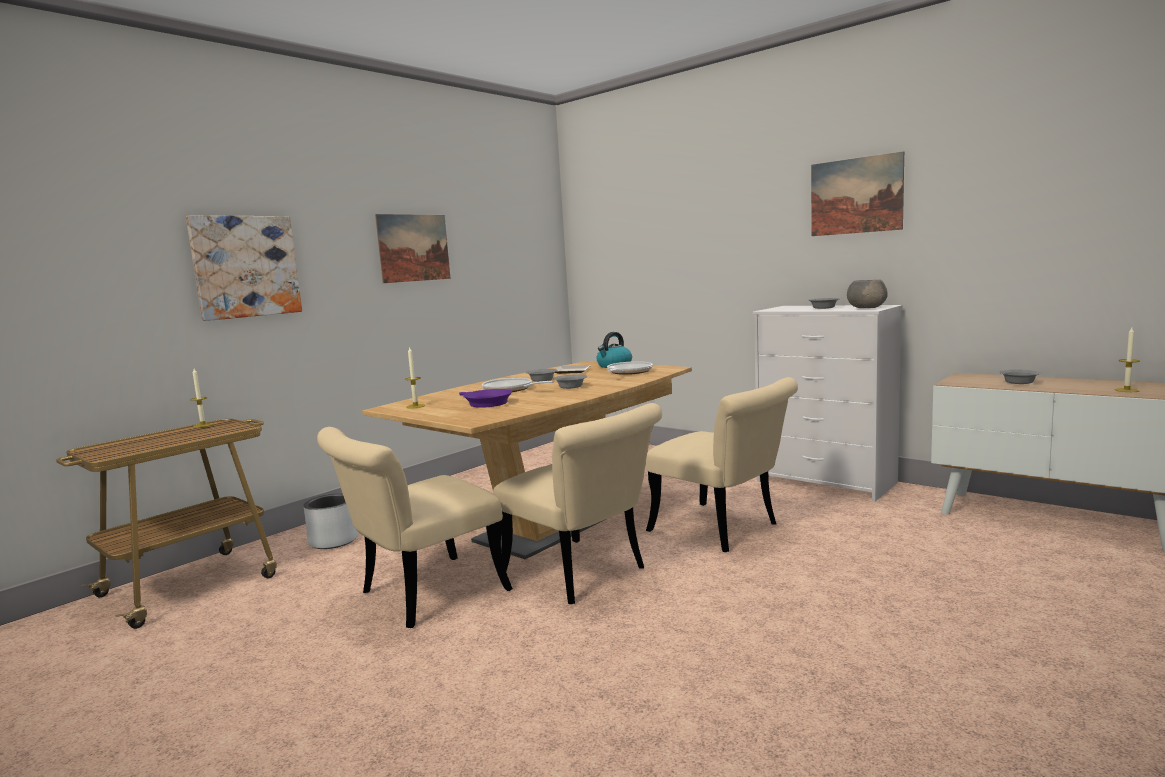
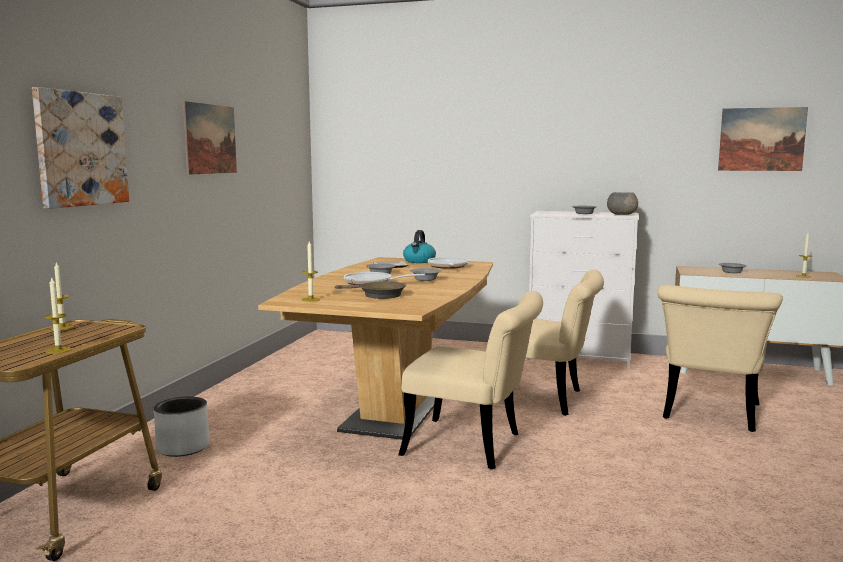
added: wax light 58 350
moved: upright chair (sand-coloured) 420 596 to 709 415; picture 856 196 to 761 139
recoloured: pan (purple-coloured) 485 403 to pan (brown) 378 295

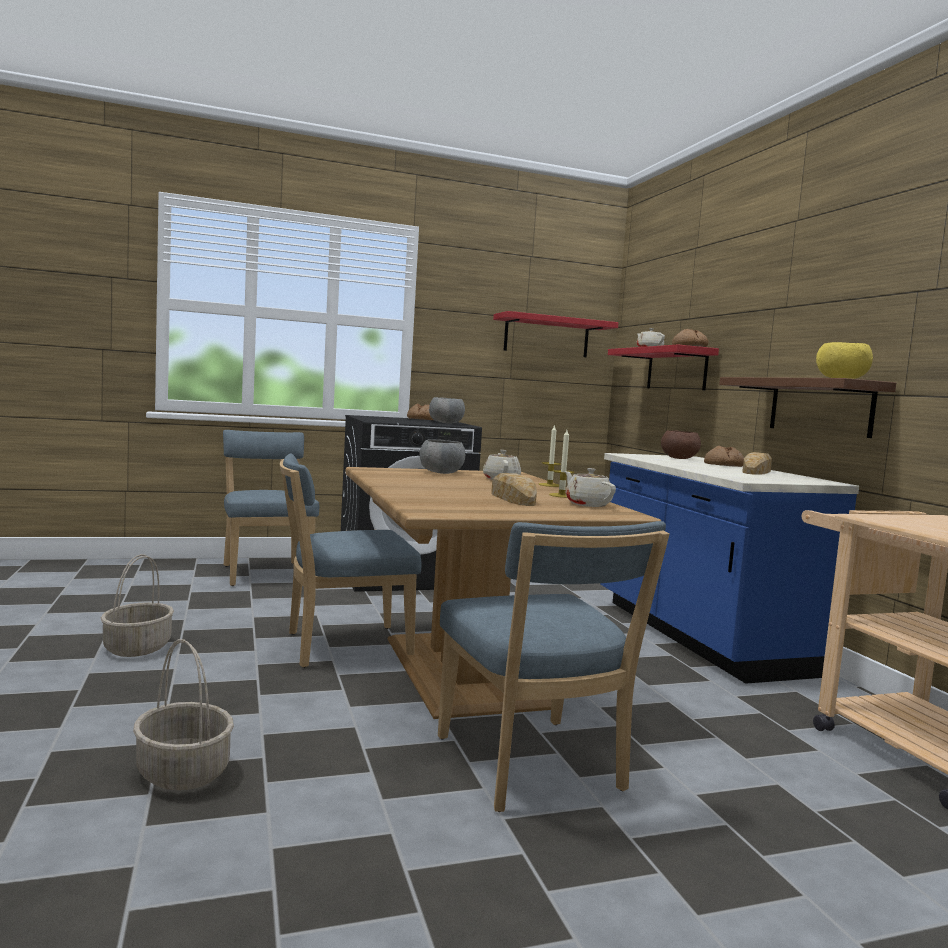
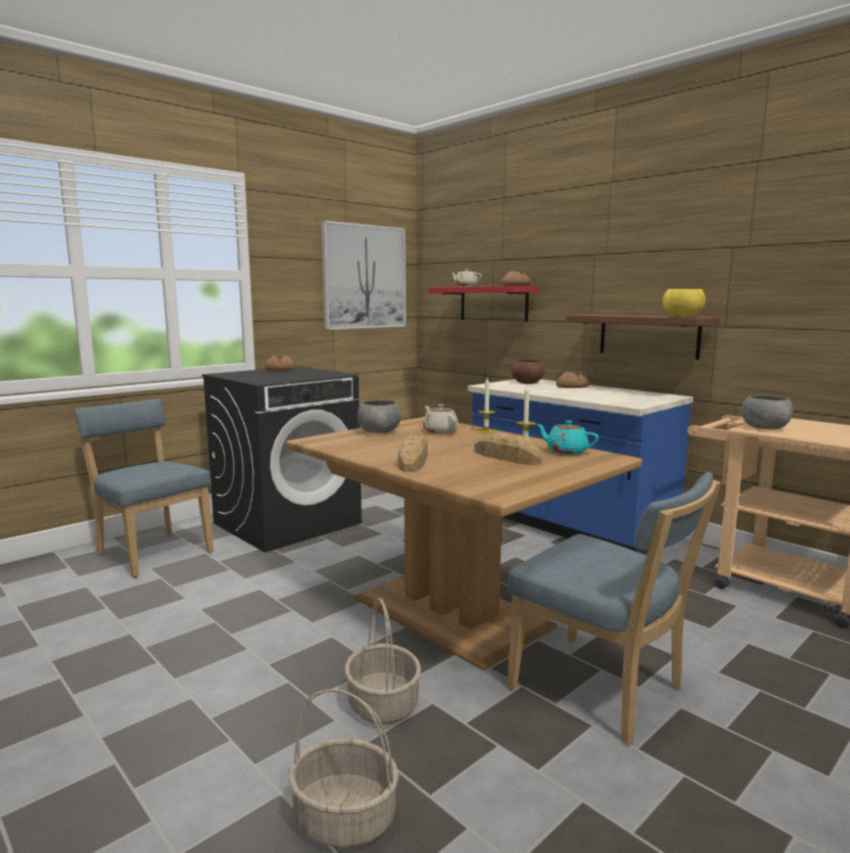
removed: upright chair (bluish) 341 647
moved: basket 137 647 to 382 704; bowl (greyish) 445 423 to 764 428; bread 756 472 to 413 461
replaced: shelf (red-coloured) 546 336 to picture 364 277
recoloured: teapot (sand-coloured) 587 504 to teapot (turquoise) 566 451

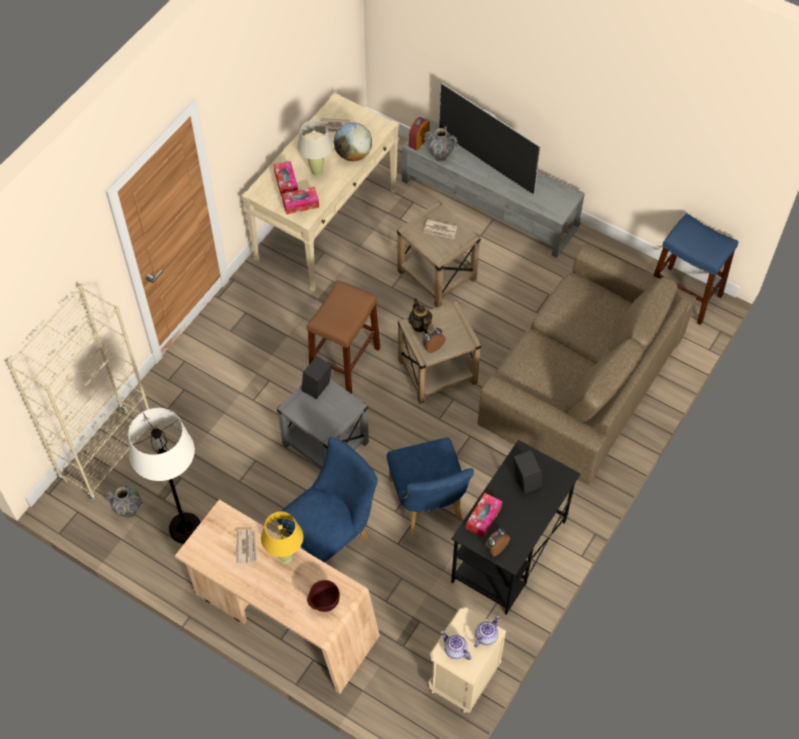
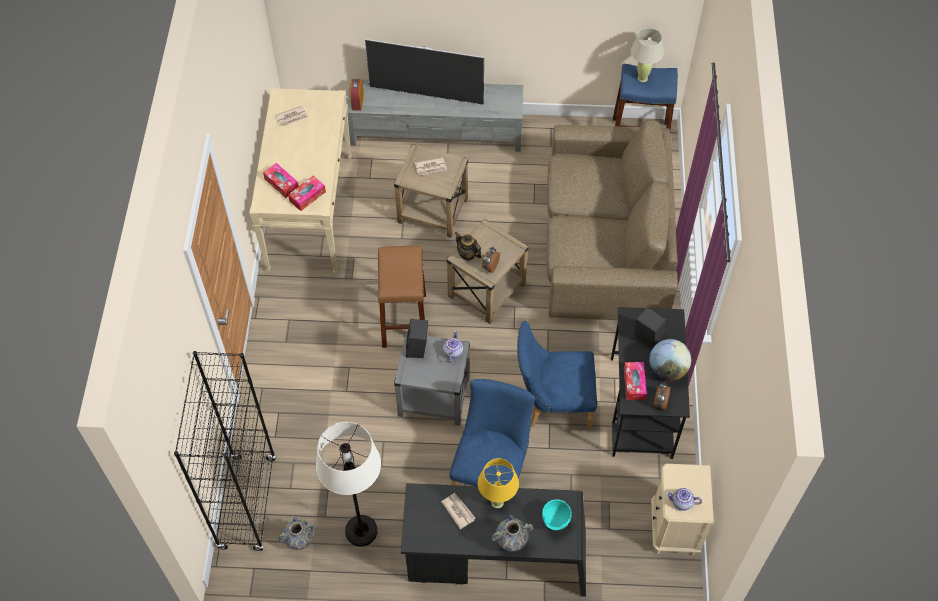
moved: lamp for a table (sand-coloured) 317 173 to 642 78; world globe 353 154 to 667 369; flower vase 440 156 to 511 543; teapot 485 636 to 452 352
recoloured: bookcase (sand-coloured) 108 454 to bookcase (blackish) 247 503; desk table (sand-coloured) 283 617 to desk table (blackish) 496 560; bowl (brown) 323 603 to bowl (turquoise) 555 522
turned: upright chair (bluish) 428 505 = 552 404 135 degrees clockwise

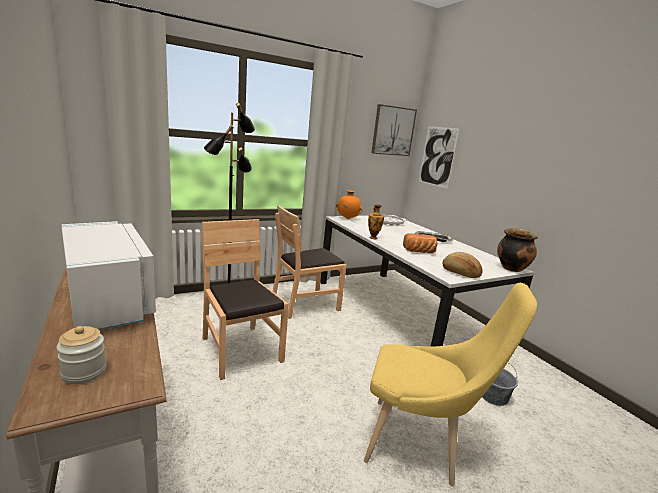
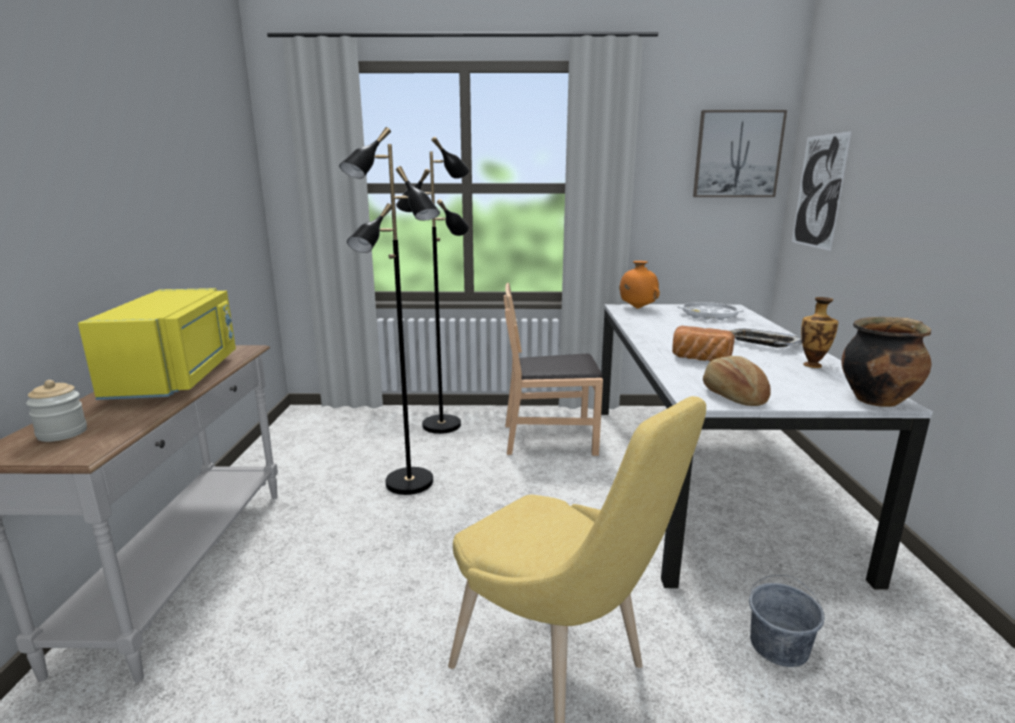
moved: flower vase 373 237 to 812 365
replaced: upright chair (brown) 240 350 to standing lamp (blackish) 409 483
recoloured: microwave oven (white) 110 300 to microwave oven (yellow-coloured) 179 376

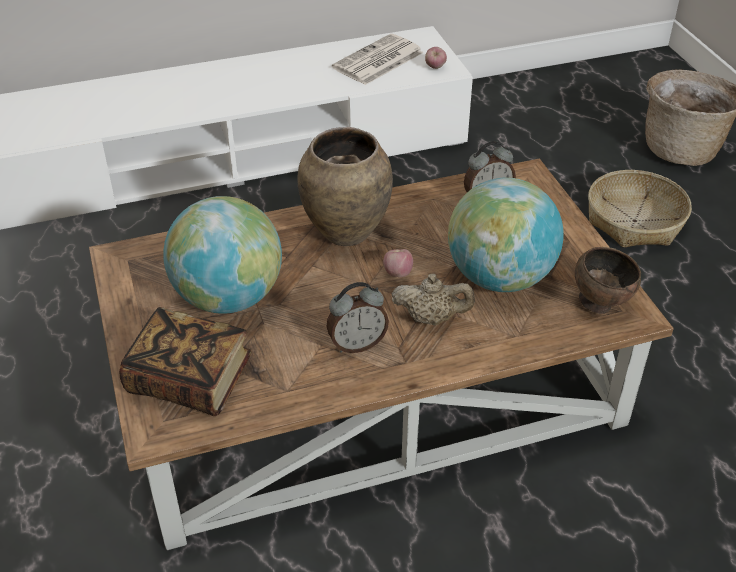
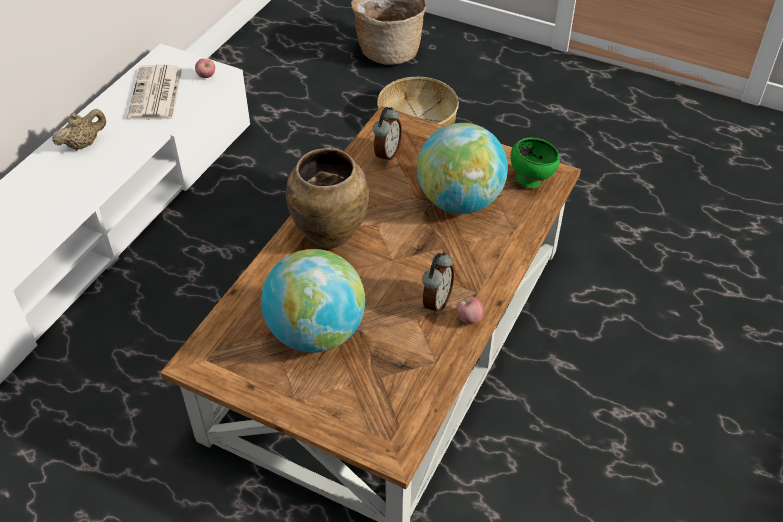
removed: bound book 190 380
moved: apple 398 273 to 469 319; teapot (sand-coloured) 431 318 to 83 144
recoloured: bowl (brown) 600 304 to bowl (greenish) 530 180

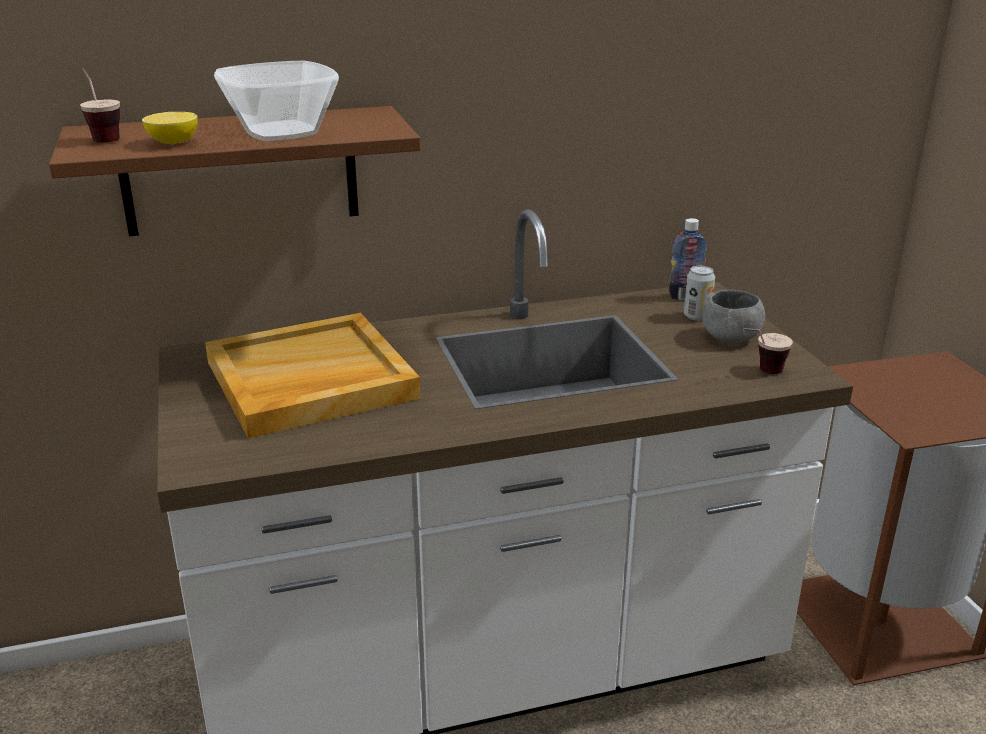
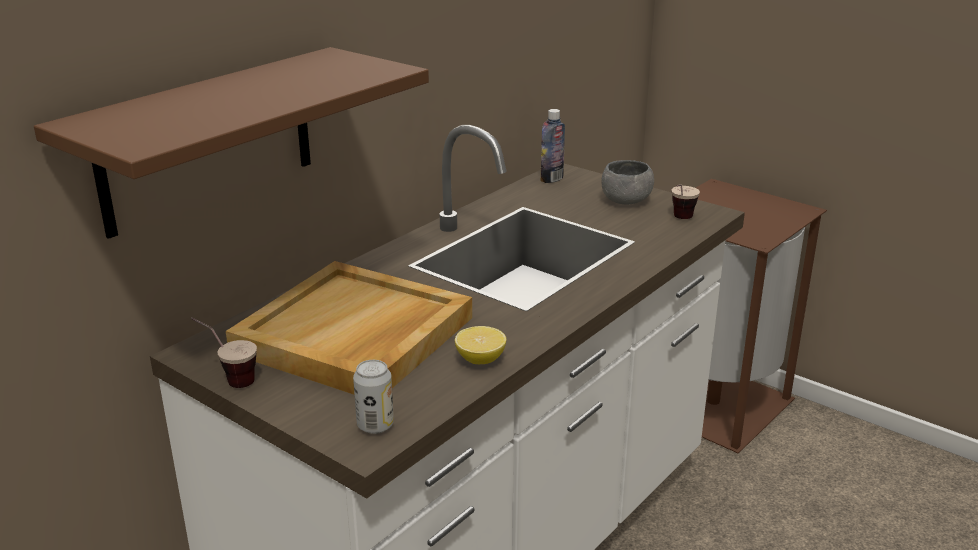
removed: bowl 279 132
moved: small cup 102 137 to 228 378; citrus fruit 173 142 to 480 360; can 697 316 to 375 425

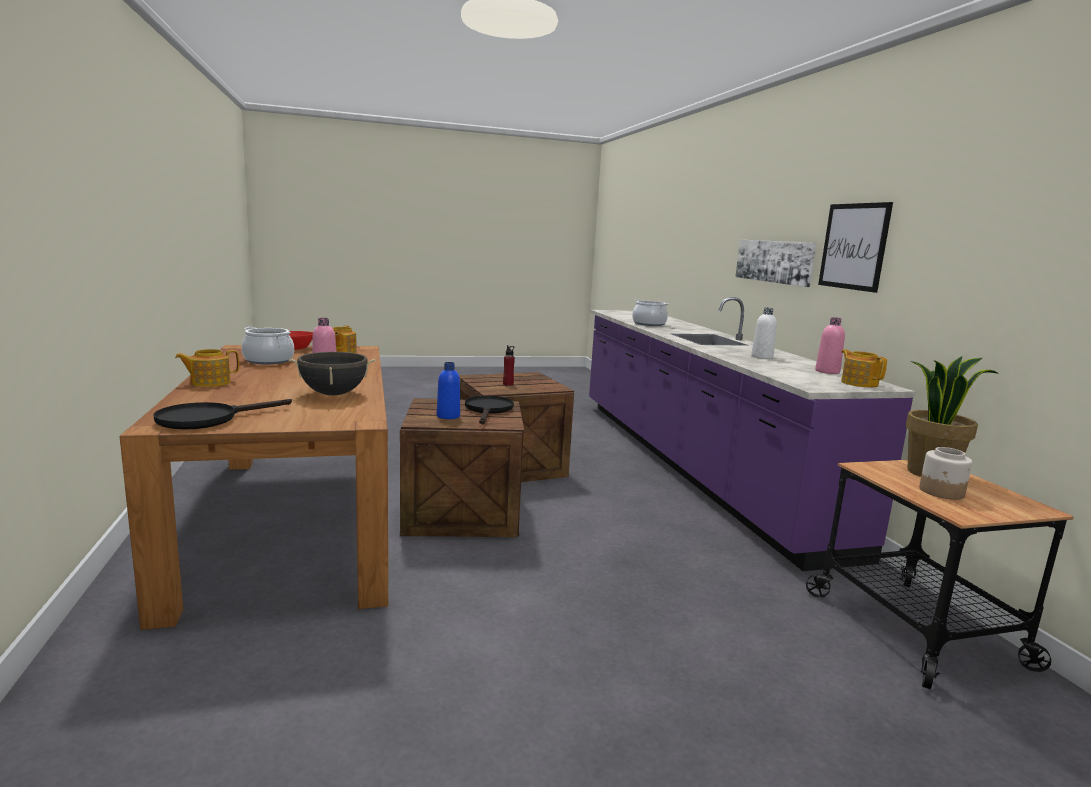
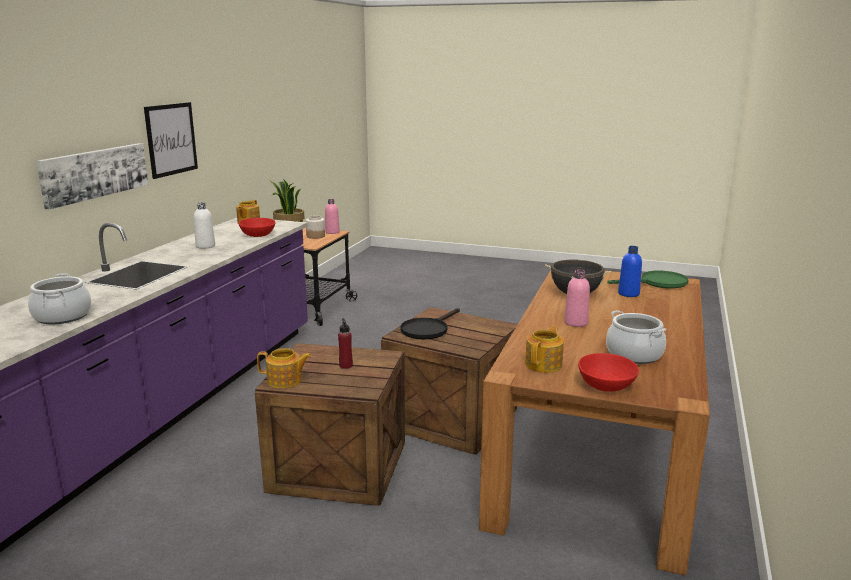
added: bowl (red-coloured) 258 235
moved: teapot 209 382 to 285 381; beverage bottle (bluish) 448 416 to 628 294; beverage bottle (pinkish) 827 371 to 332 232
recoloured: pan (blackish) 208 419 to pan (greenish) 657 283

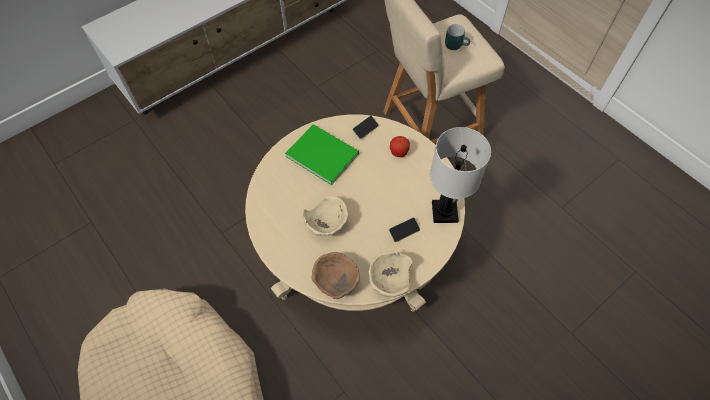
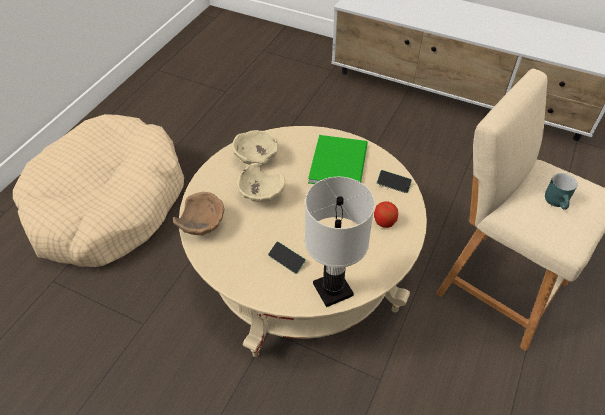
moved: bowl (sand-coloured) 389 280 to 256 158

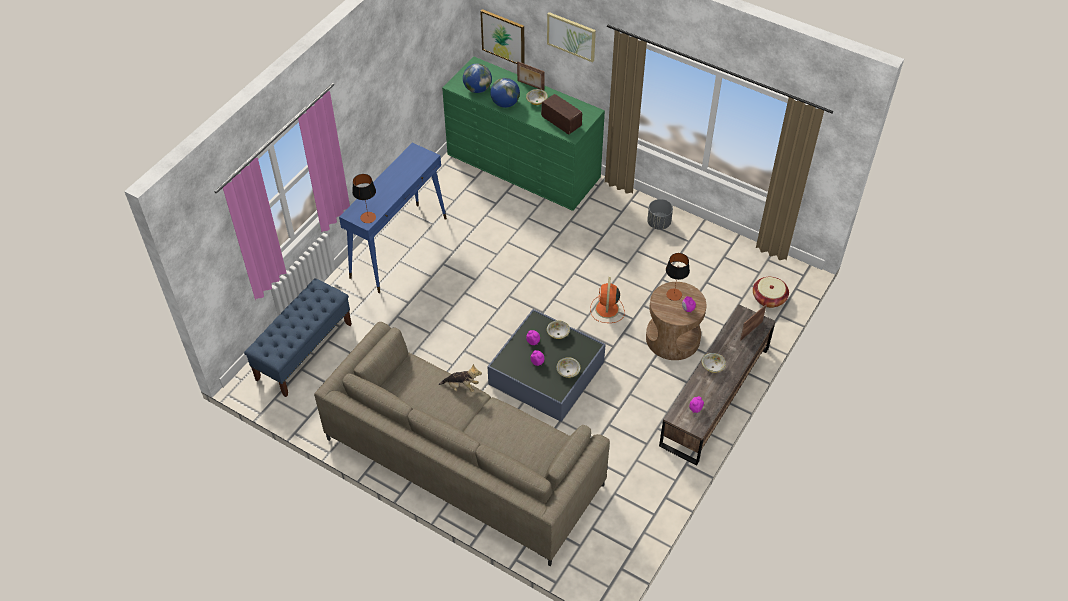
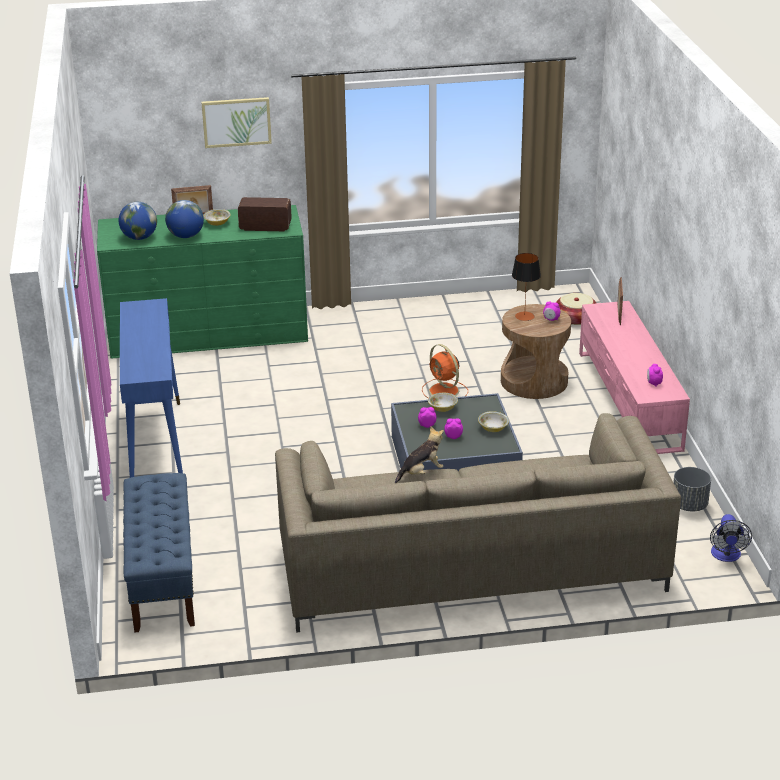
removed: lamp for a table 368 217; picture 503 37; bowl 712 367
added: fan 726 556
moved: plant pot (greyish) 659 223 to 689 505
recoloured: tv unit (brown) 714 396 to tv unit (pinkish) 628 400

